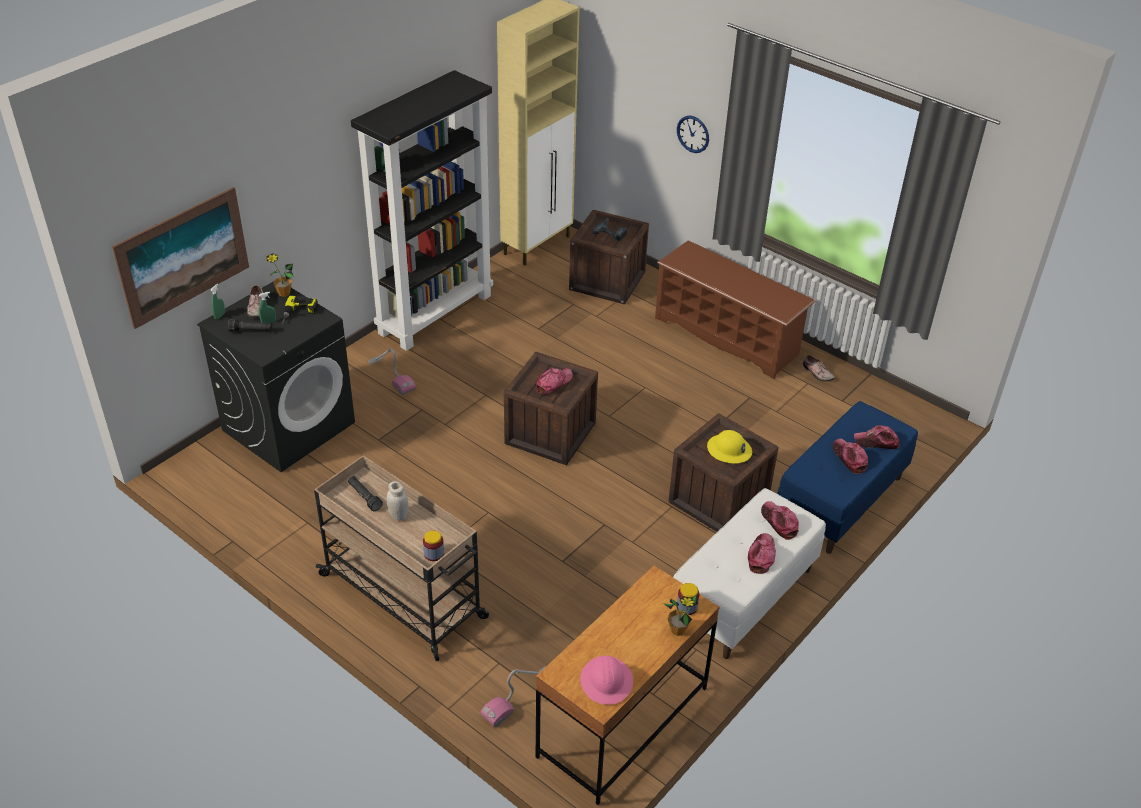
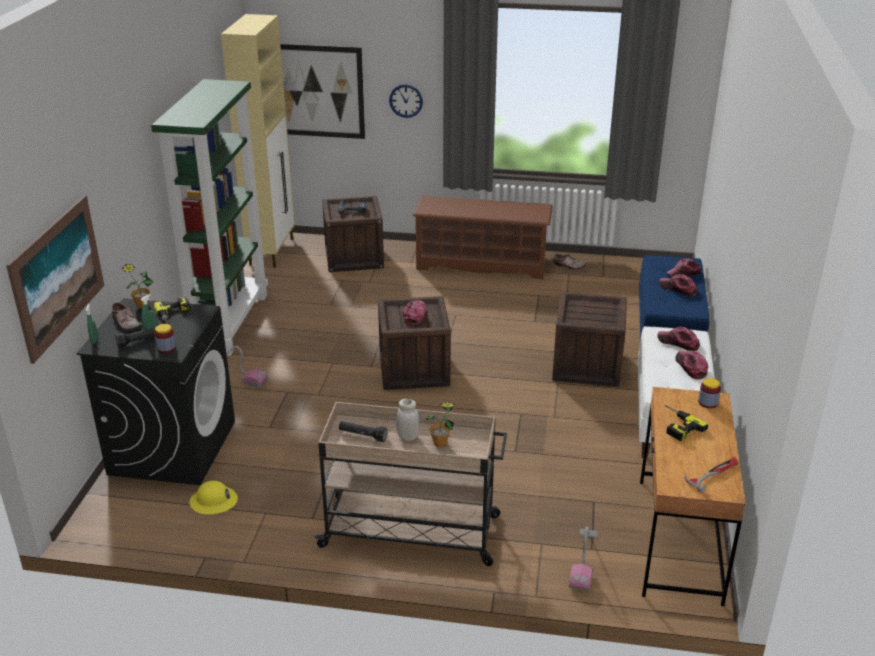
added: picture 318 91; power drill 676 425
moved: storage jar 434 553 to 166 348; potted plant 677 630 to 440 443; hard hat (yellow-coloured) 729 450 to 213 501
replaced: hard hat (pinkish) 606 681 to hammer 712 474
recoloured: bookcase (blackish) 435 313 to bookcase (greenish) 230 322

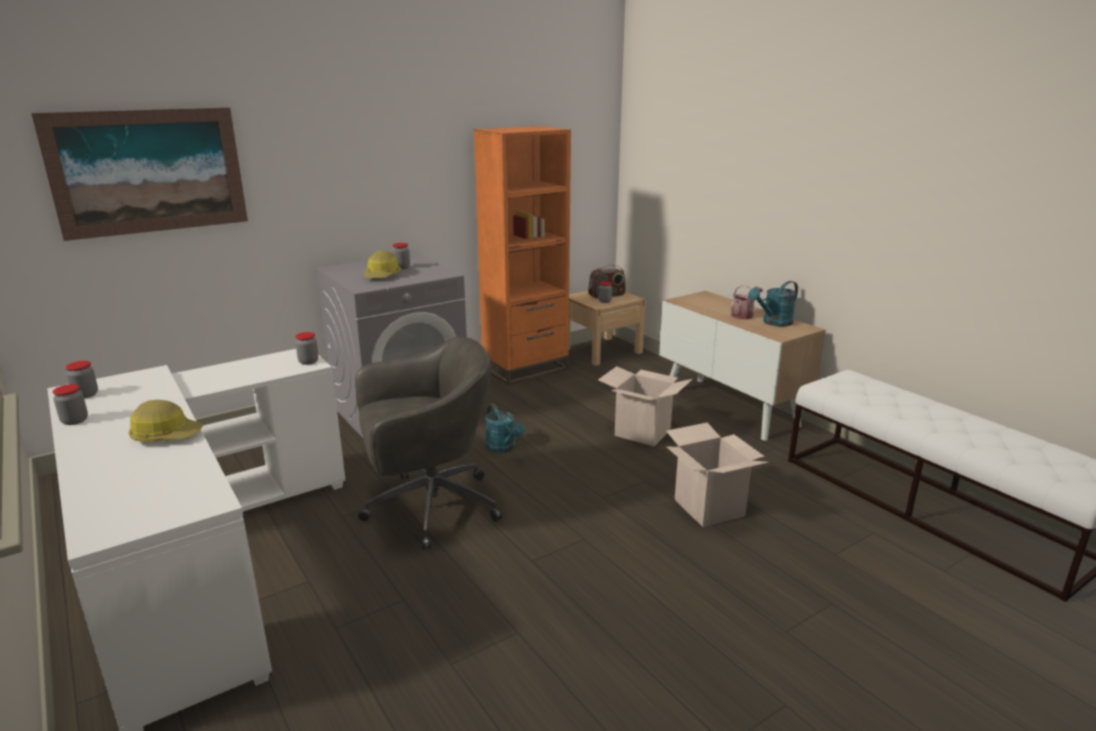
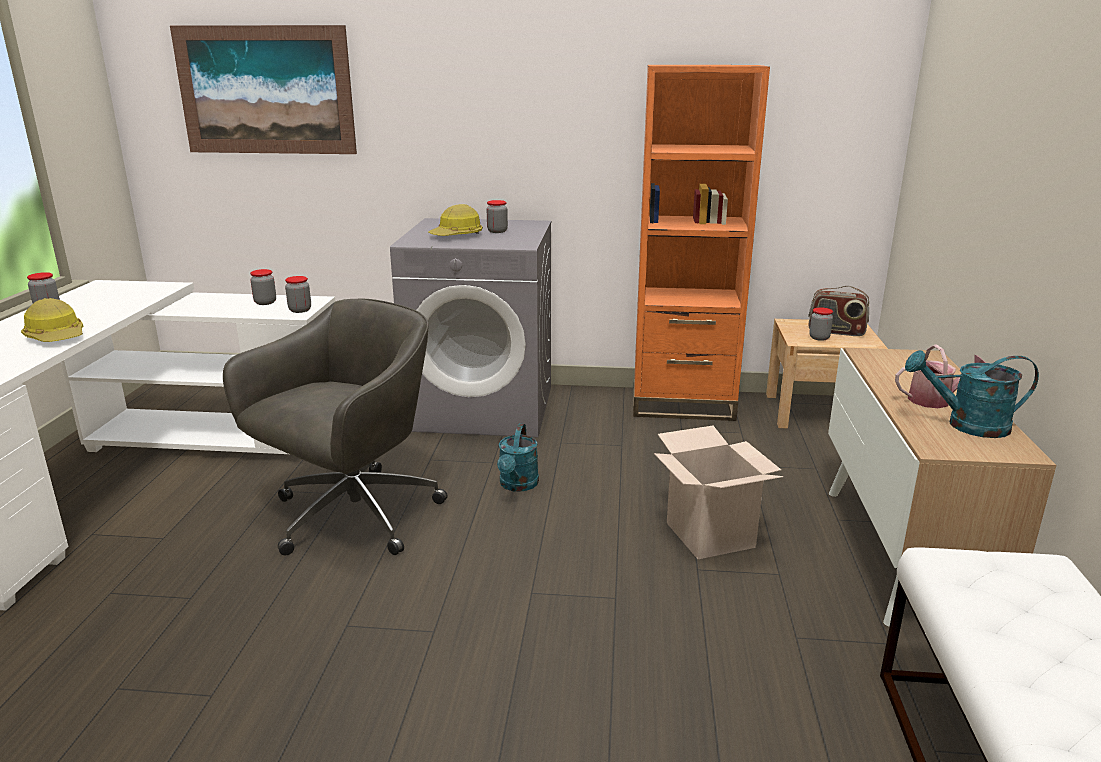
removed: packing box 709 508
moved: storage jar 86 395 to 265 302
turned: computer chair (greyish) 428 508 = 351 517 75 degrees counterclockwise

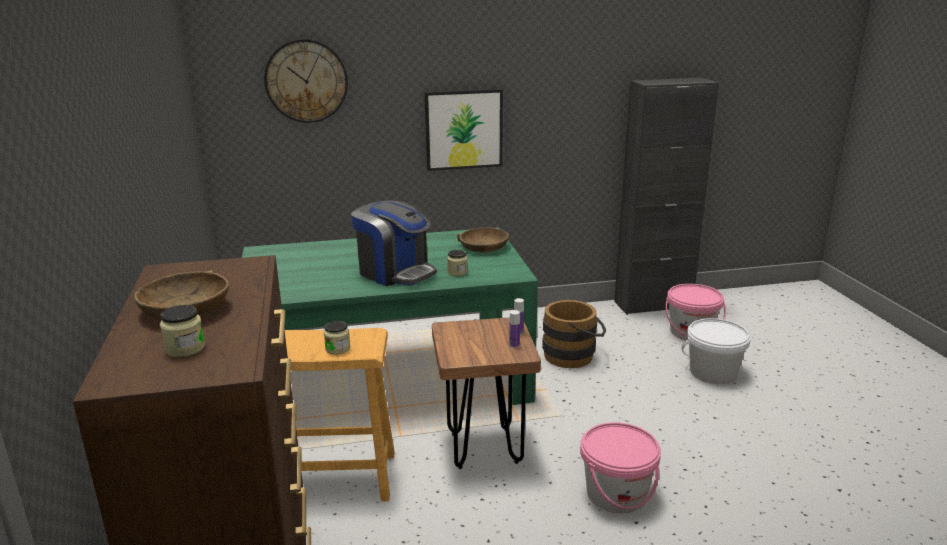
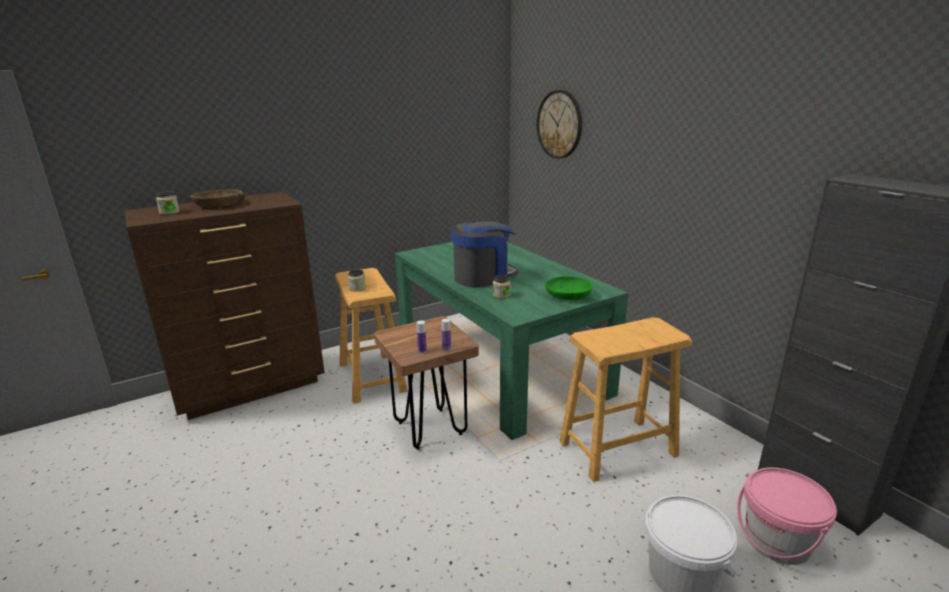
removed: picture 464 129; bucket (pinkish) 616 494
replaced: bucket (brown) 573 356 to sitting stool (sand-coloured) 617 449
recoloured: bowl (brown) 483 247 to bowl (greenish) 567 295
turned: coffee maker 395 272 = 483 277 135 degrees counterclockwise

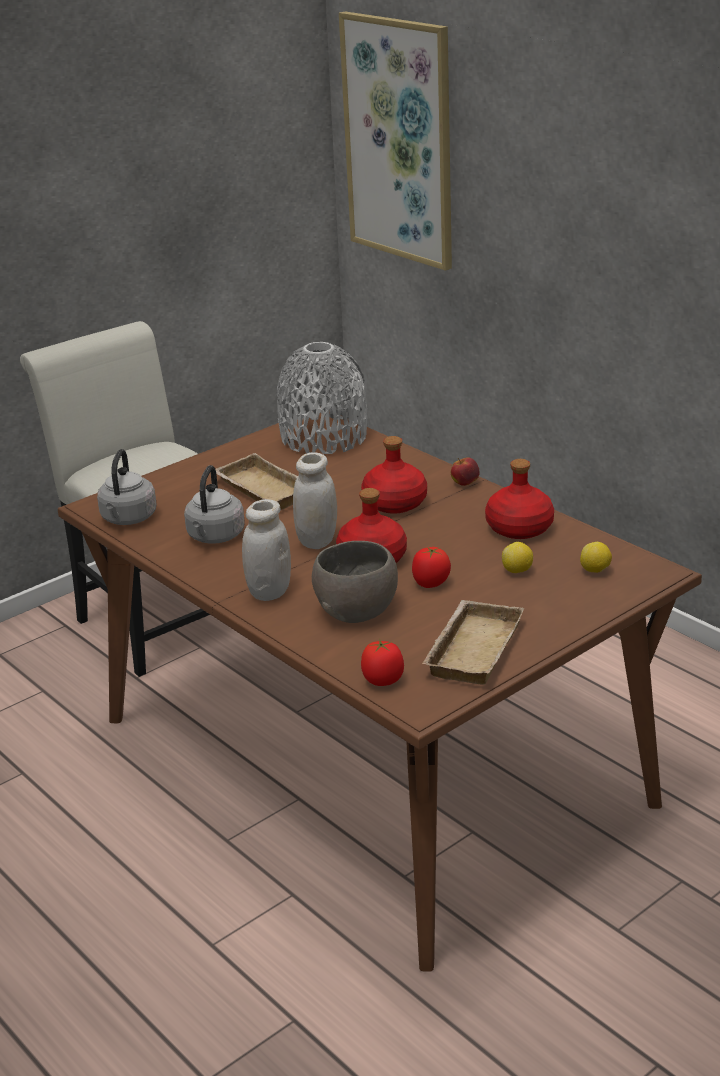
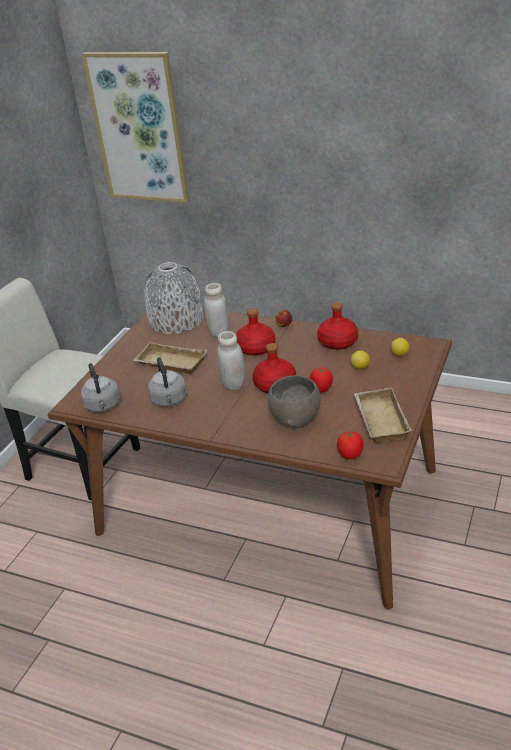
moved: storage jar (white) 269 592 to 218 332

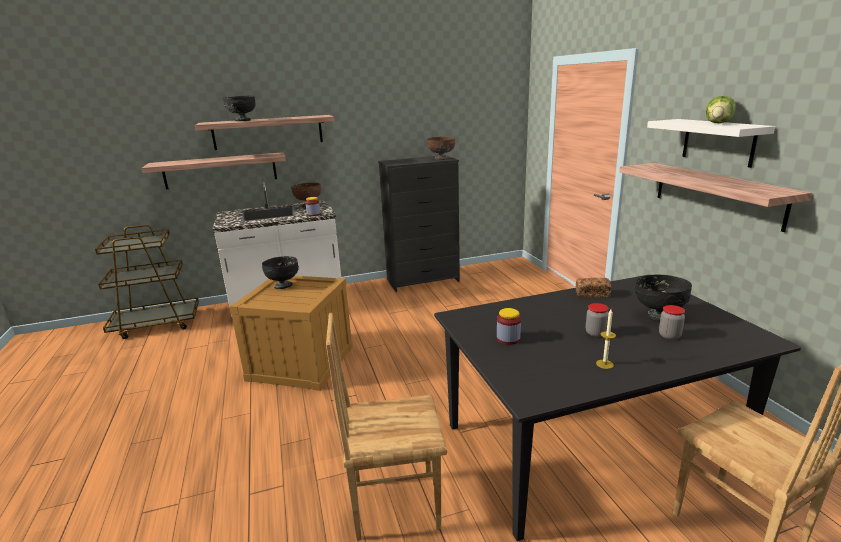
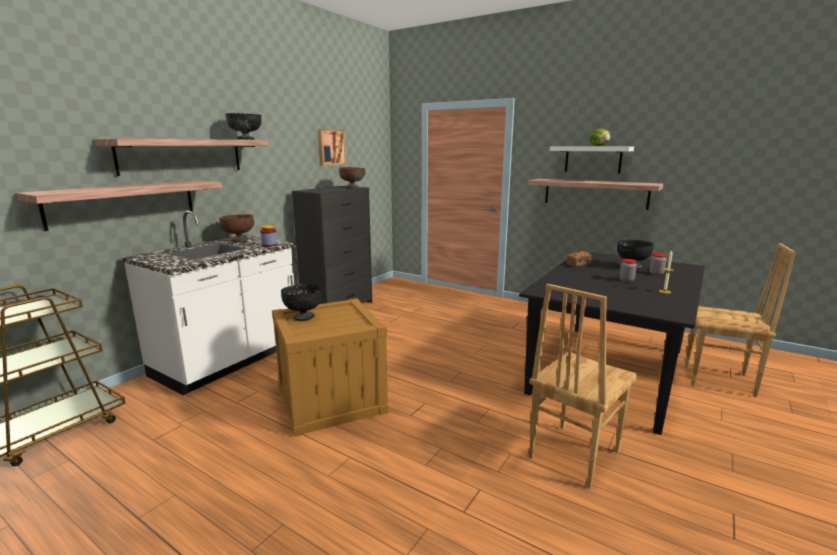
removed: storage jar 508 338
added: picture 330 147
moved: bowl (blackish) 242 120 to 245 139

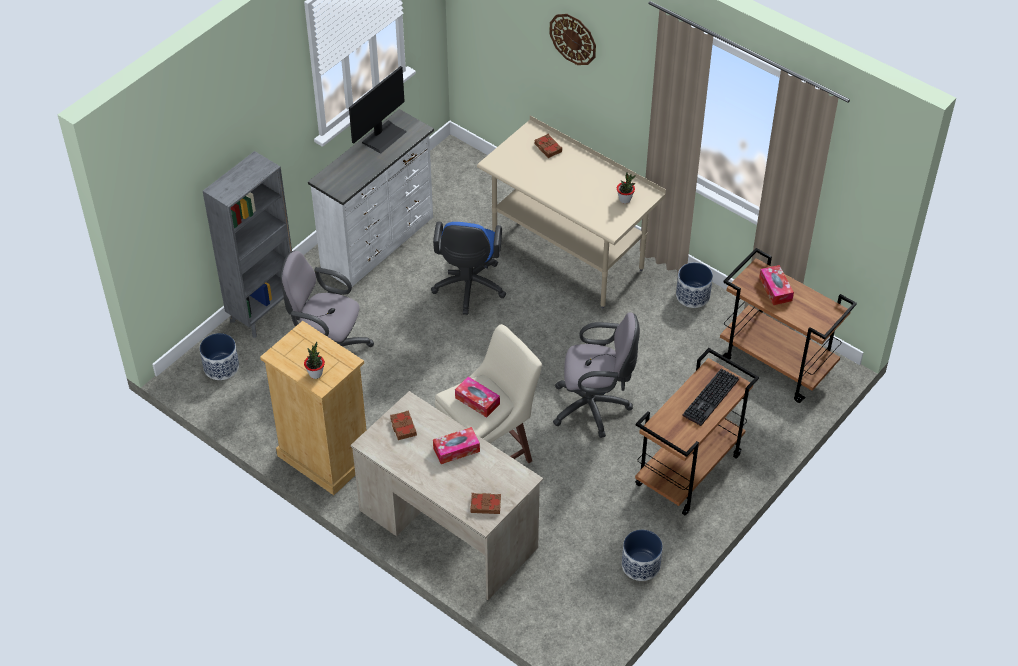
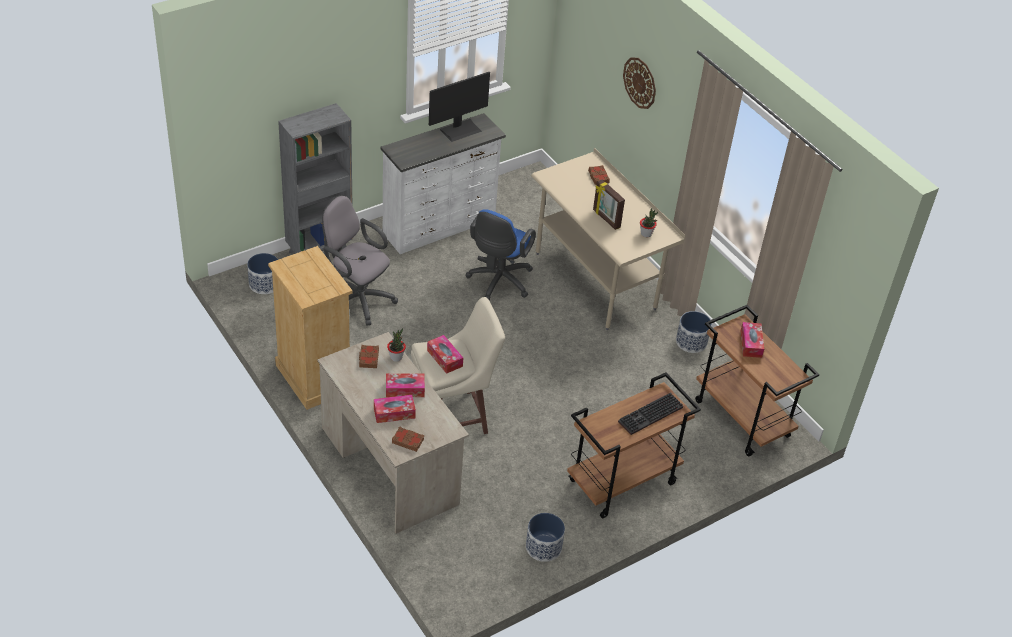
removed: computer chair (greyish) 595 407
added: box of tissues 394 413; photo frame 606 219
moved: potted plant 315 373 to 396 357

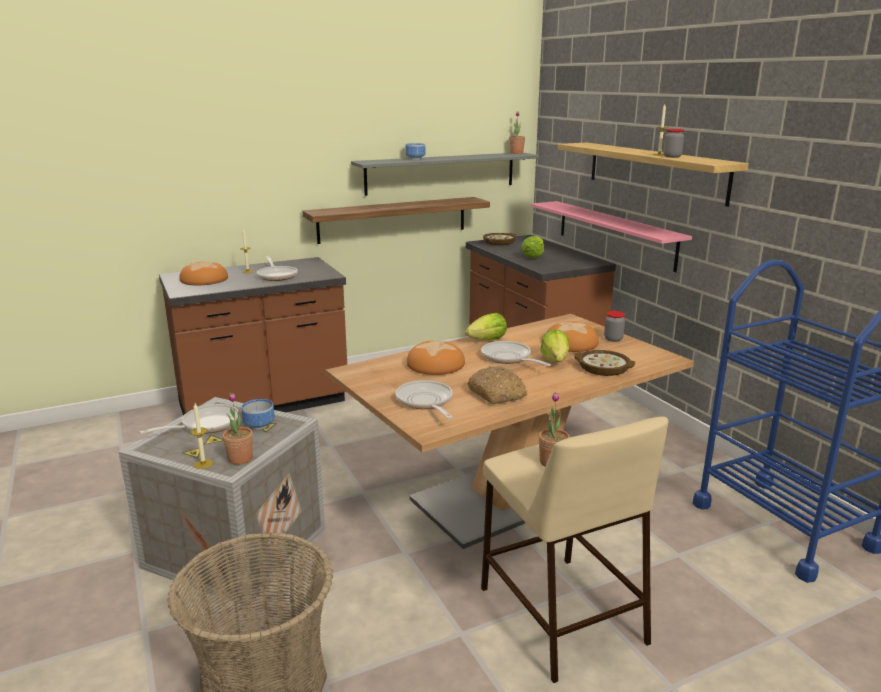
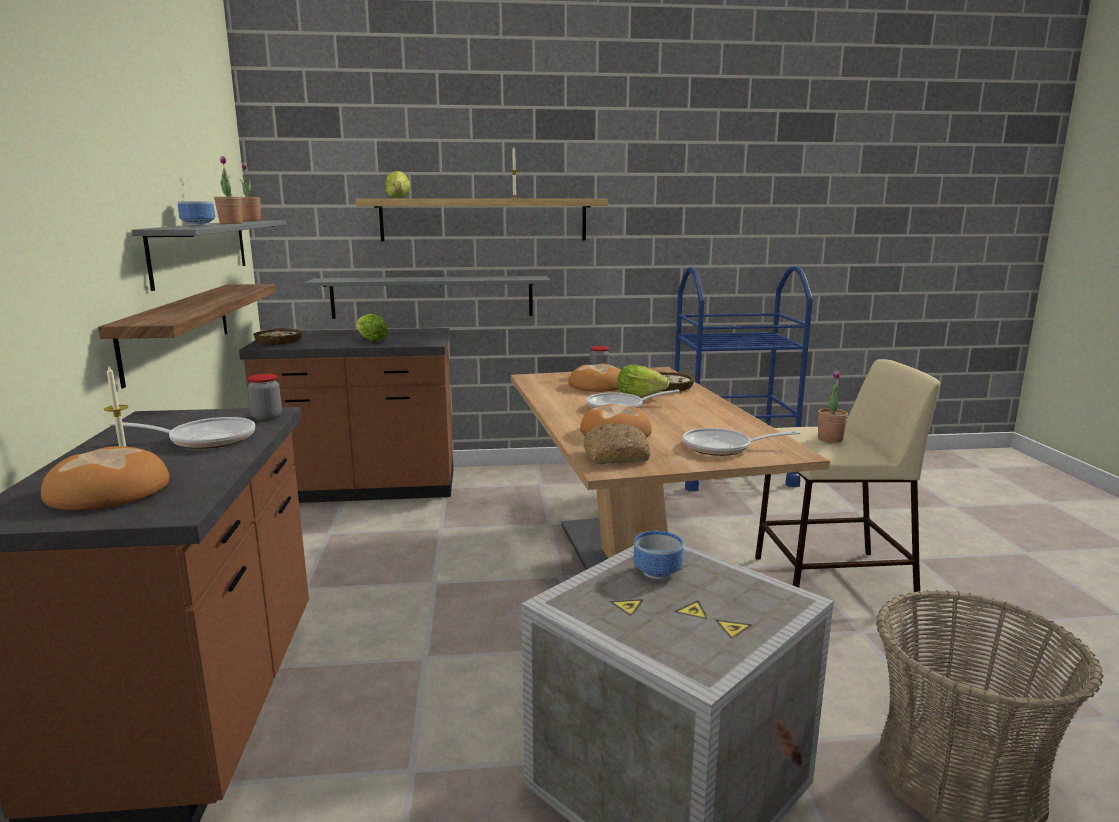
removed: pan 205 425; wax light 203 464
moved: potted plant 240 459 to 231 223; lettuce 487 340 to 398 198; bread 497 394 to 617 456; storage jar 672 156 to 267 417
recoloured: shelf (pinkish) 614 234 to shelf (greyish) 432 297

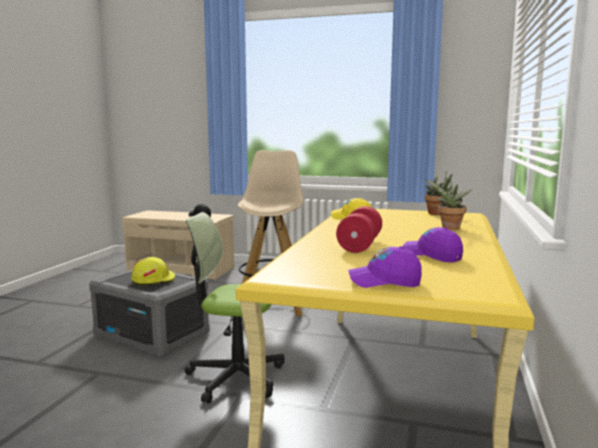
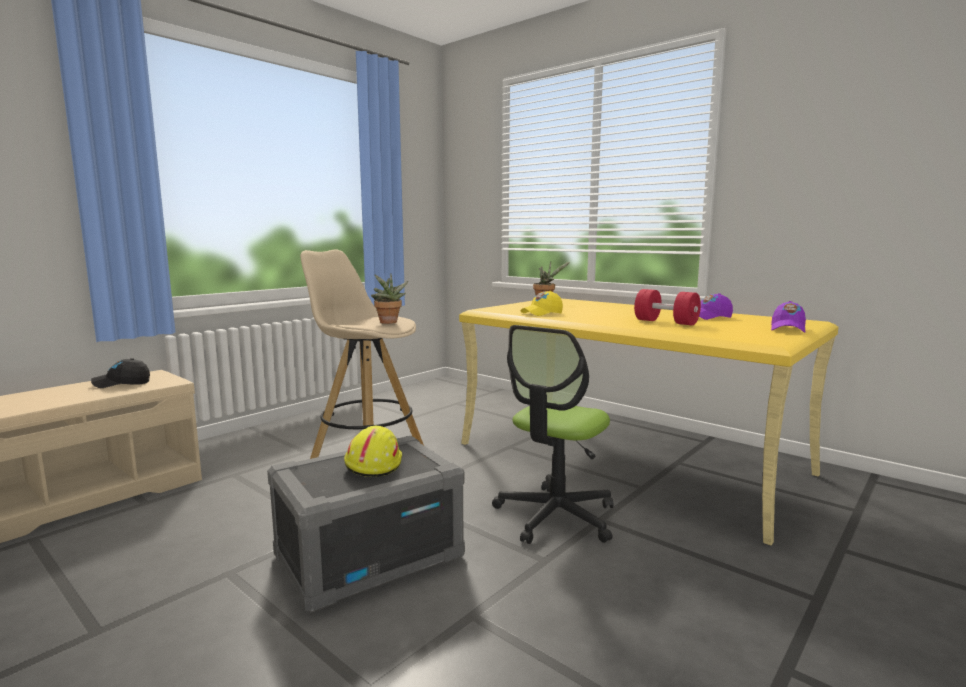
moved: potted plant 449 228 to 389 323

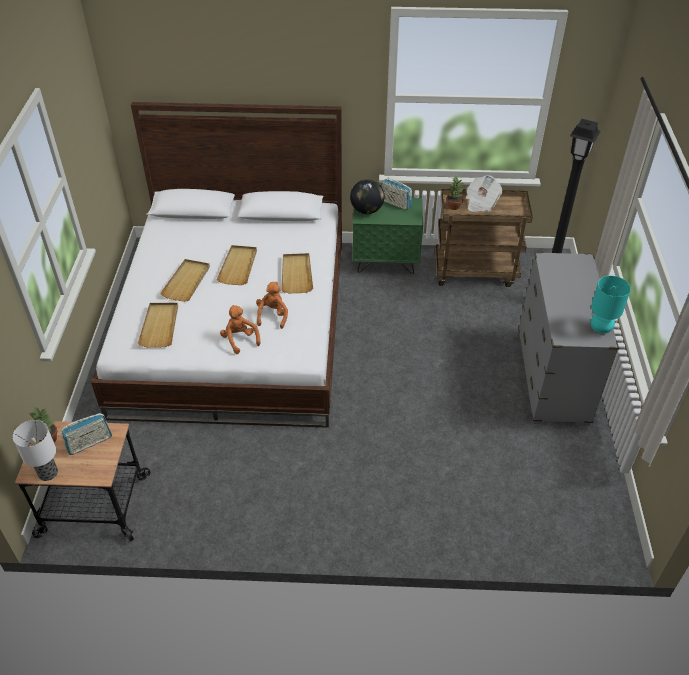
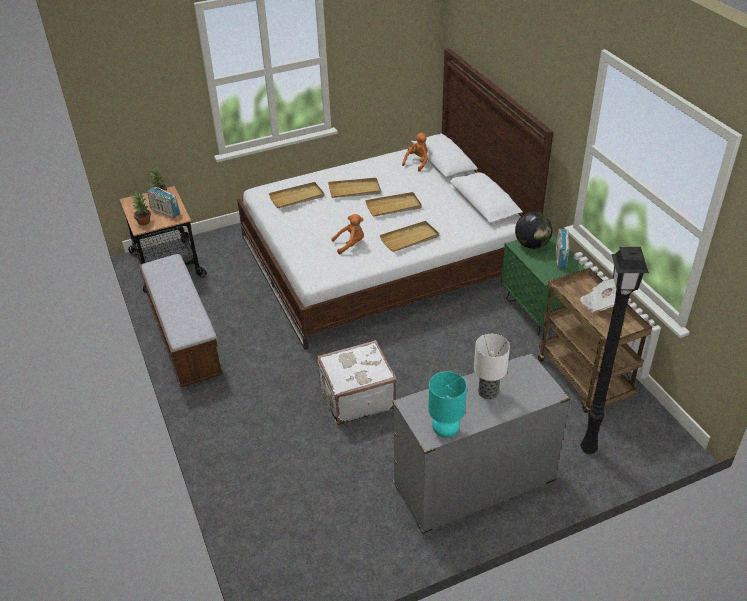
added: indoor bench 184 338; travel case (white) 356 397
moved: lamp for a table 48 472 to 488 392; cuddly toy (orangey) 240 339 to 417 163; potted plant 453 206 to 144 221

